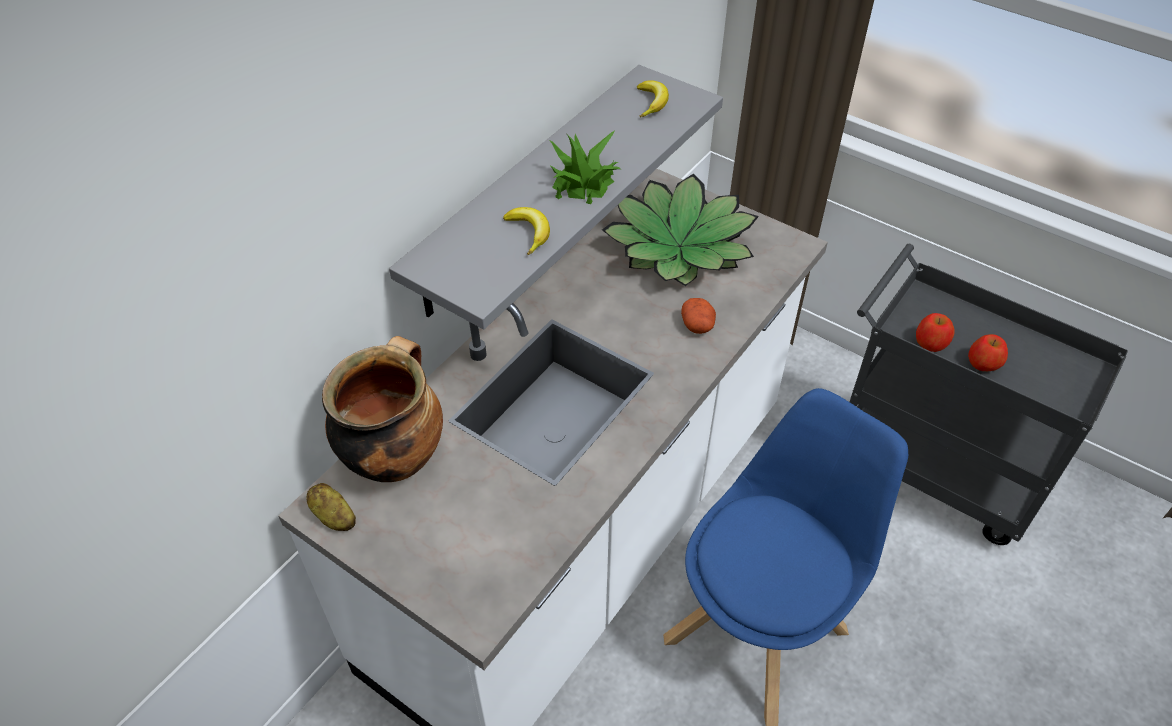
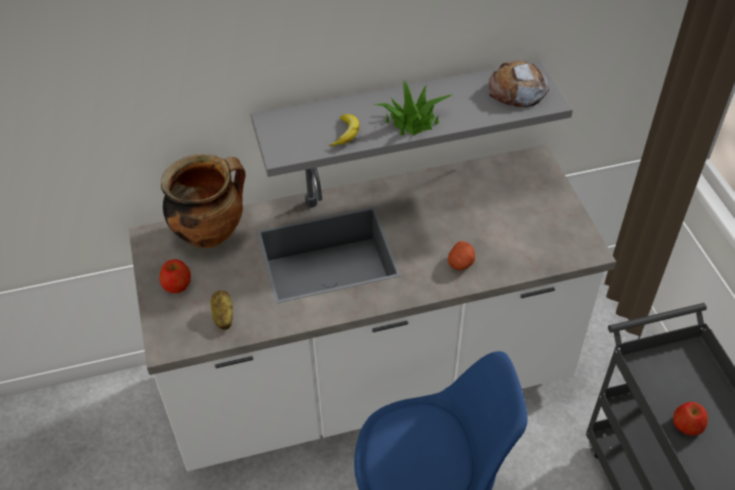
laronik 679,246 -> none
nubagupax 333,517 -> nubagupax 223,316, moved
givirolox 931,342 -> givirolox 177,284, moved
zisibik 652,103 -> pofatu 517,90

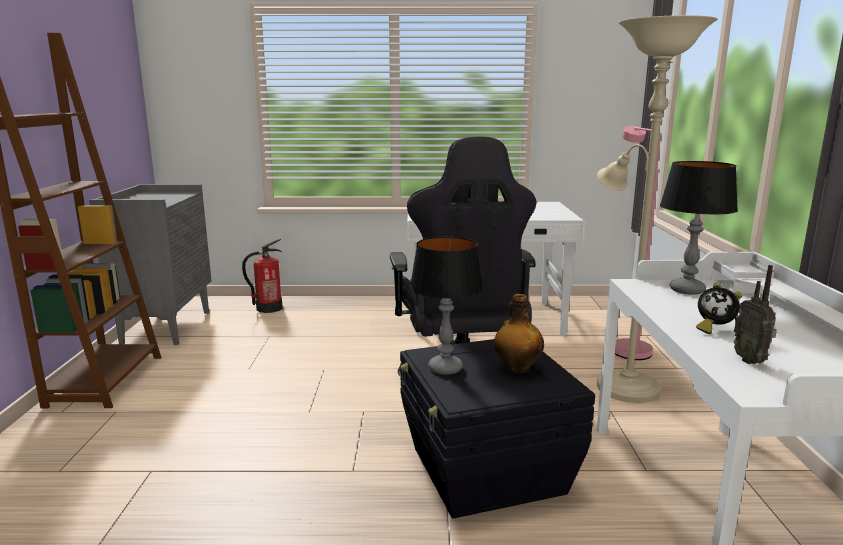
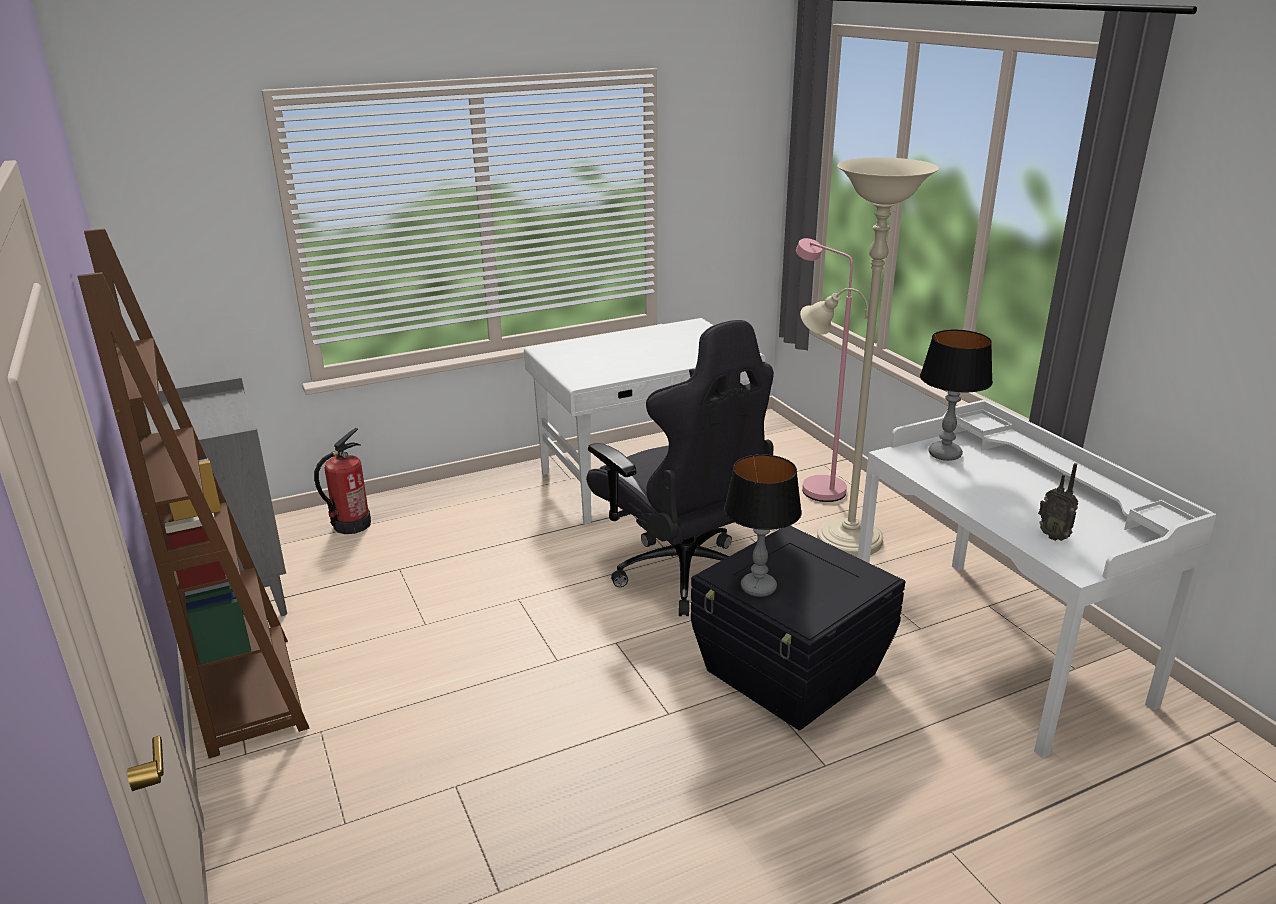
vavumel 517,368 -> none
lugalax 713,328 -> none

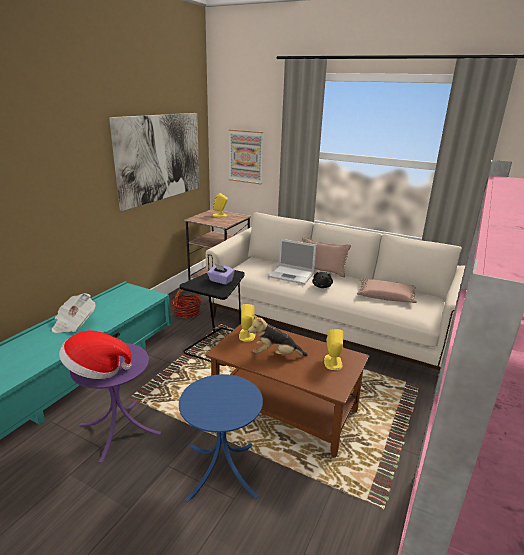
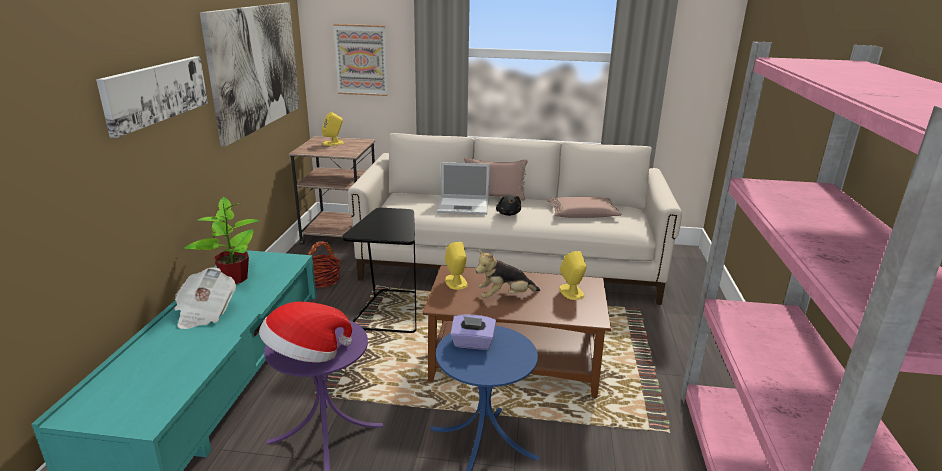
none -> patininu 156,92
none -> laronik 234,278
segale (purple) 220,281 -> segale (purple) 472,343, moved

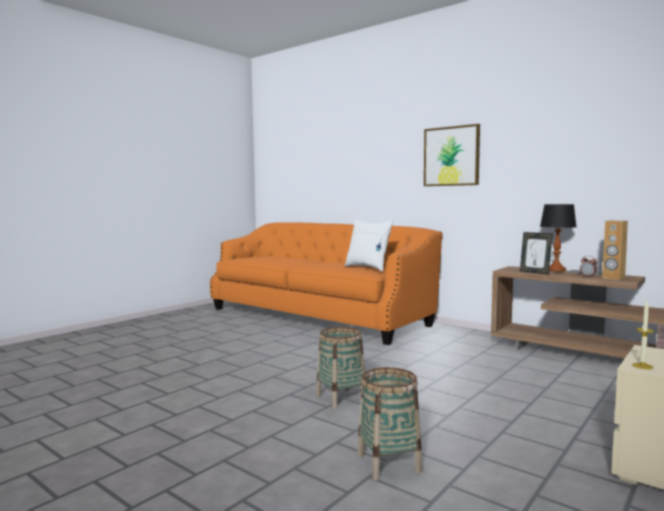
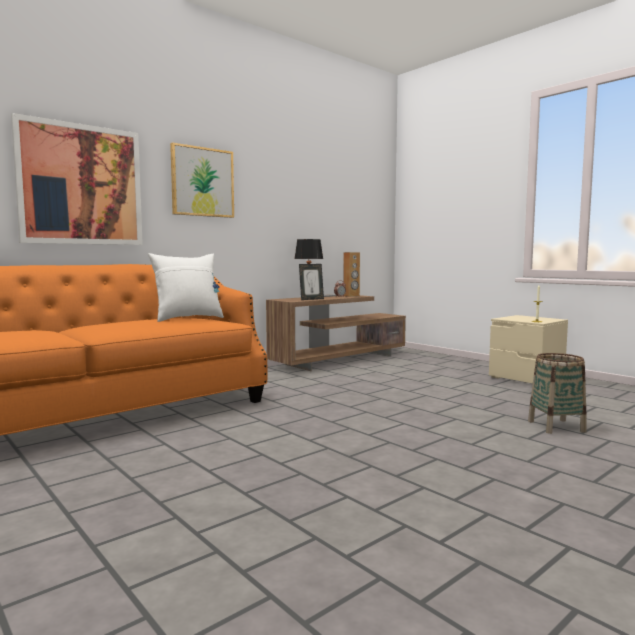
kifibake 341,398 -> none
none -> patininu 81,185

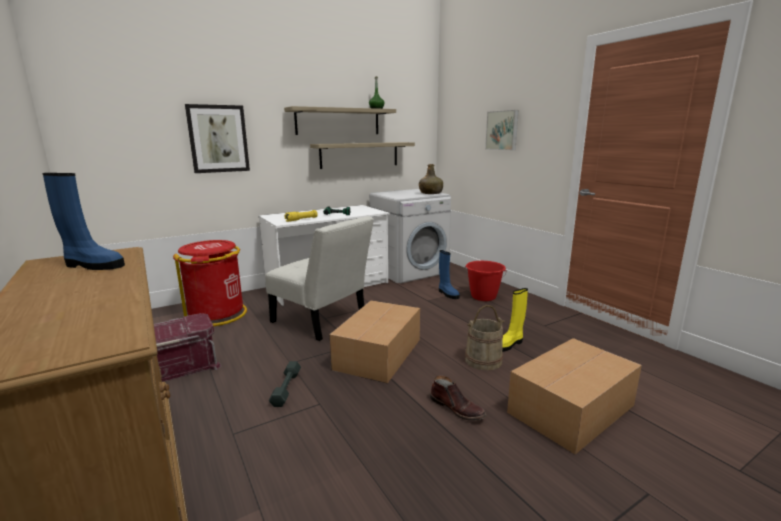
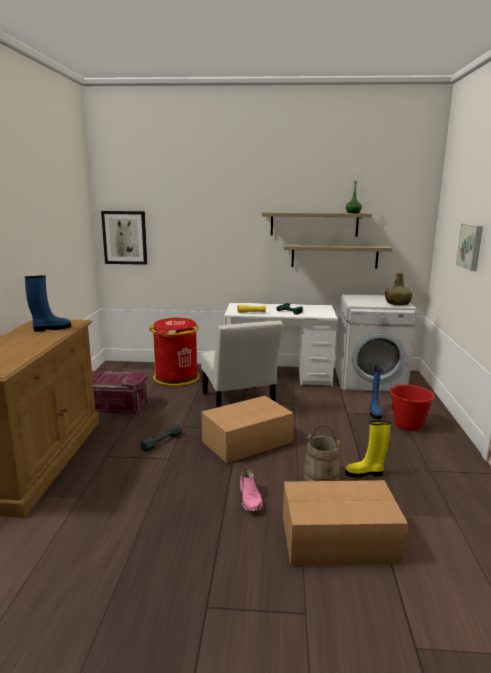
patininu 218,139 -> patininu 125,237, moved
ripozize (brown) 457,408 -> ripozize (pink) 250,499
ripozize (blue) 92,266 -> ripozize (blue) 51,328, 75 degrees counterclockwise

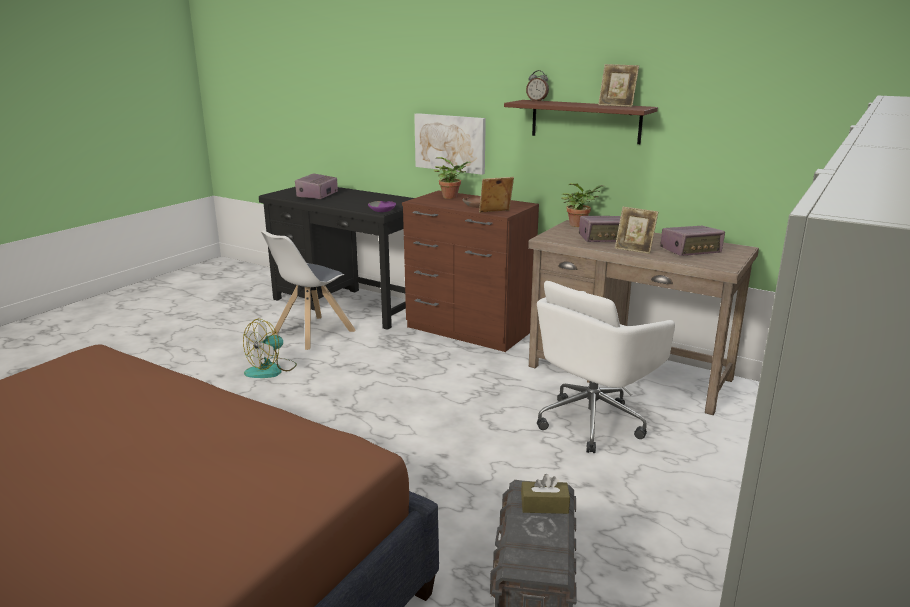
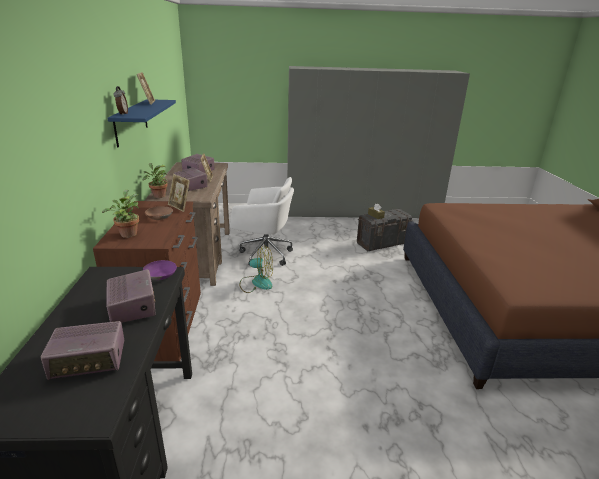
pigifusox 311,333 -> none
patininu 450,143 -> none
none -> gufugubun 133,306
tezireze 271,370 -> tezireze 256,283, moved
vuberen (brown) 585,121 -> vuberen (blue) 131,122

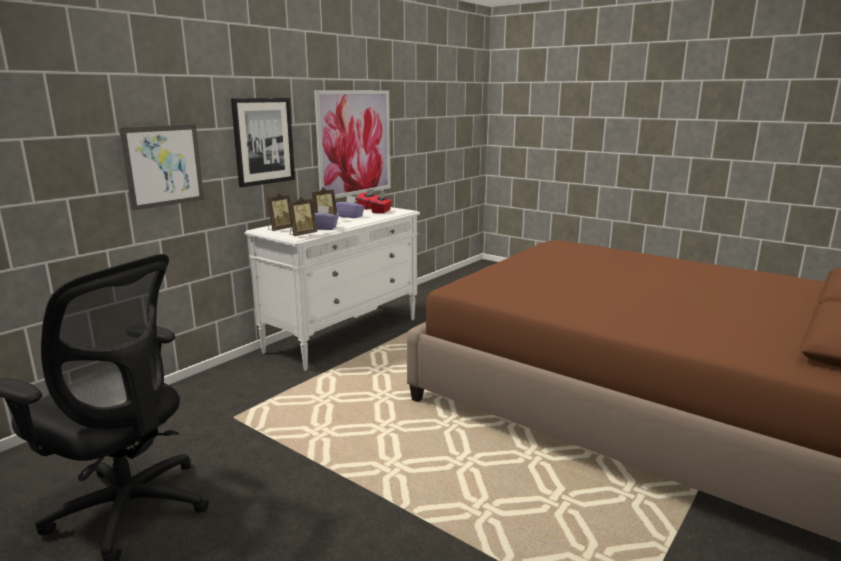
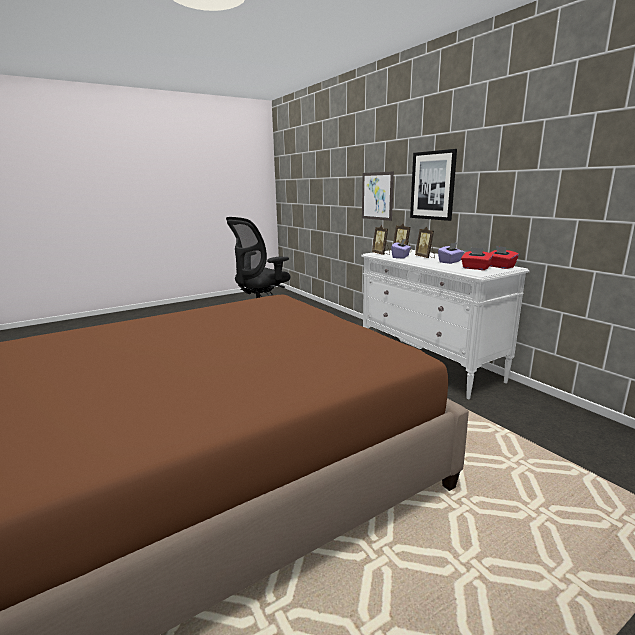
patininu 354,143 -> none

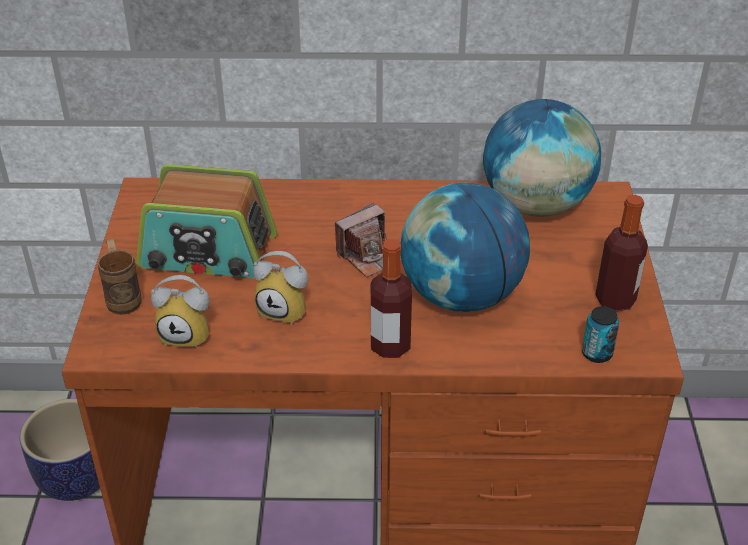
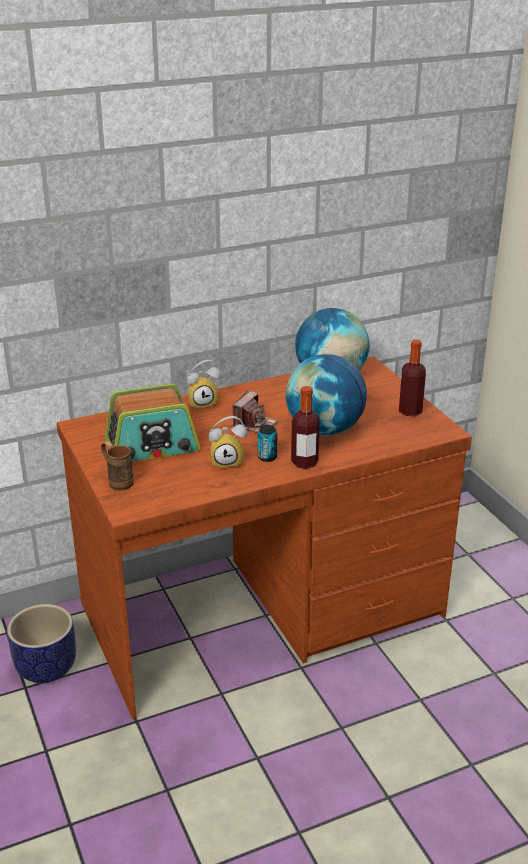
lugalax 188,334 -> lugalax 203,403, moved
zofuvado 597,353 -> zofuvado 267,457, moved

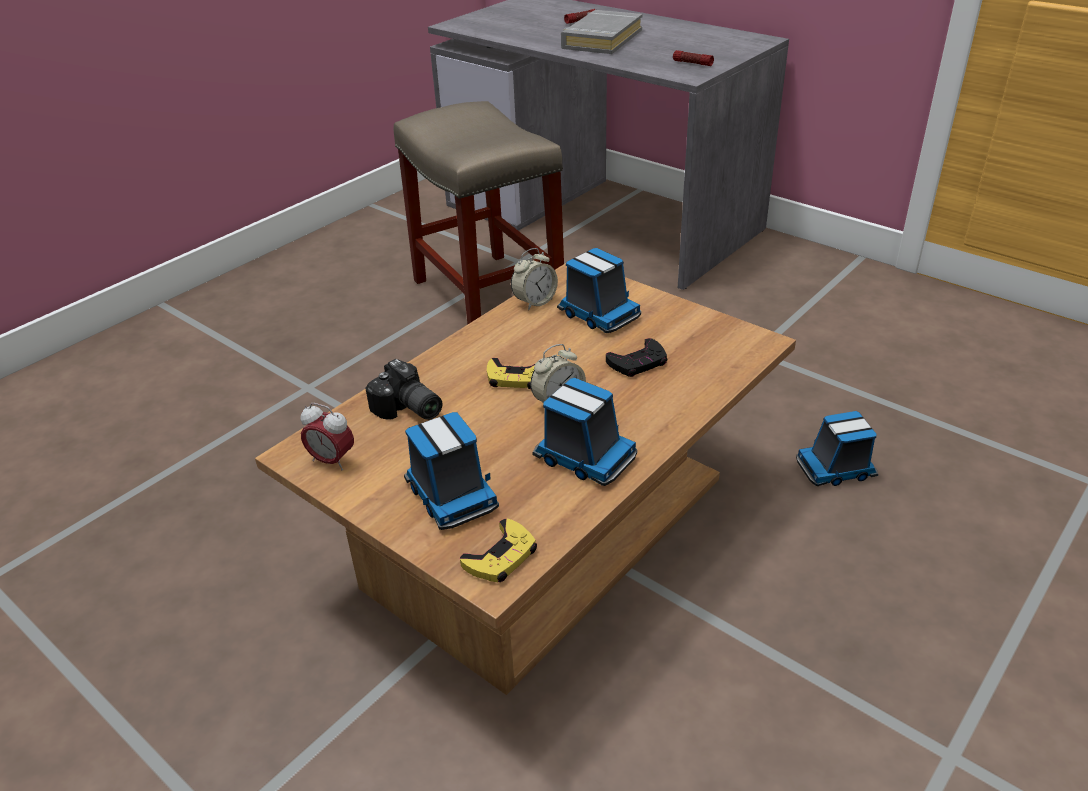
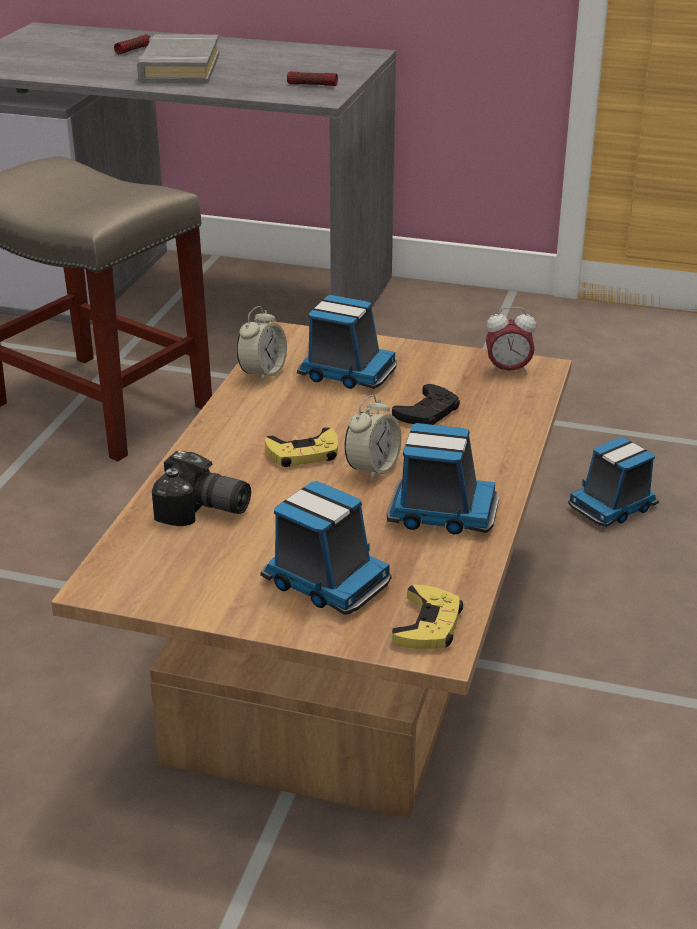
lugalax 332,461 -> lugalax 508,370, moved

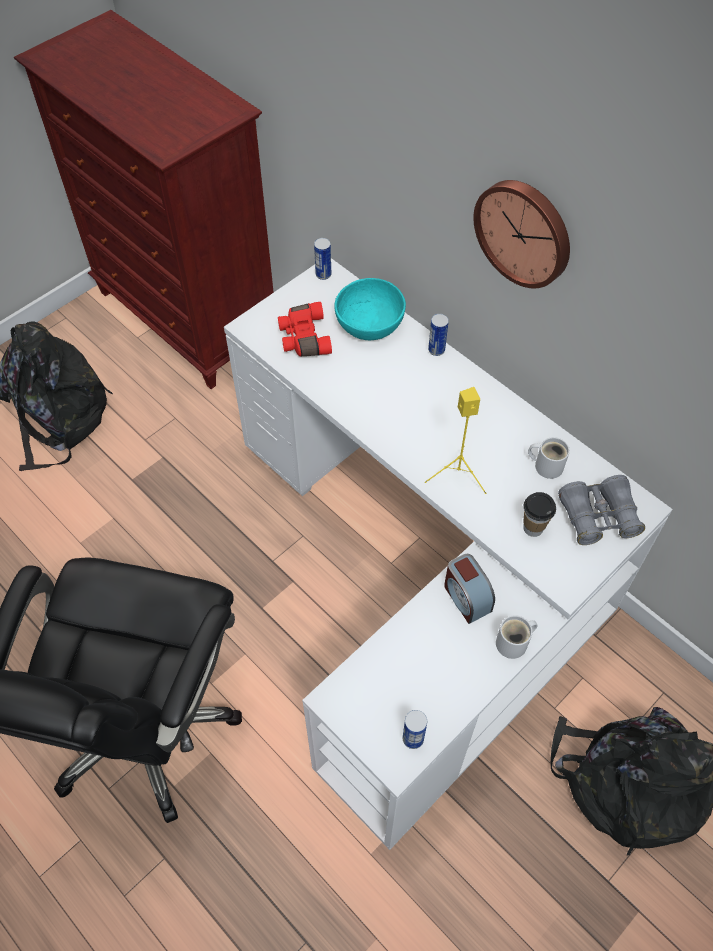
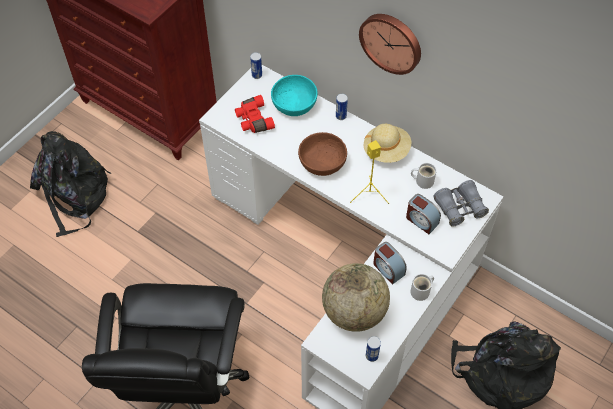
none -> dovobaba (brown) 322,162
none -> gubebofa 354,312
none -> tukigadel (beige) 386,150
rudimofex 533,528 -> lugalax 421,220

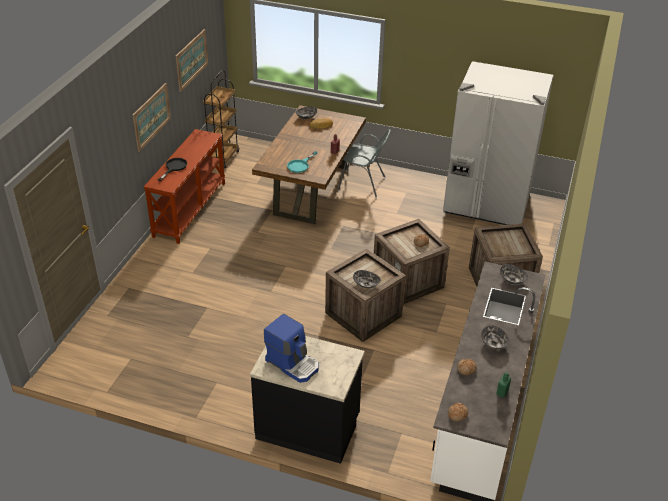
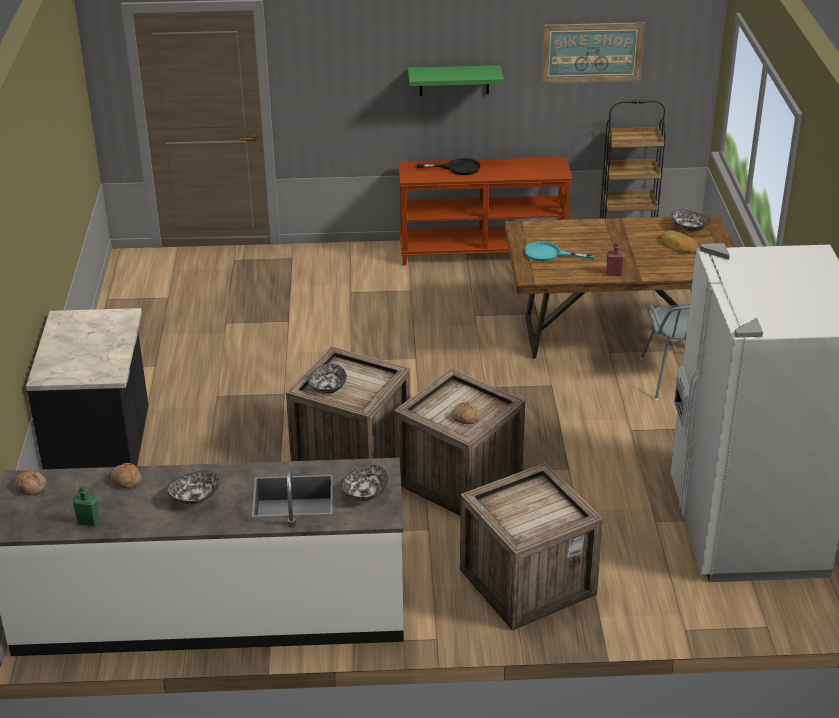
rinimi 293,363 -> none
patininu 151,116 -> vuberen (green) 454,80

